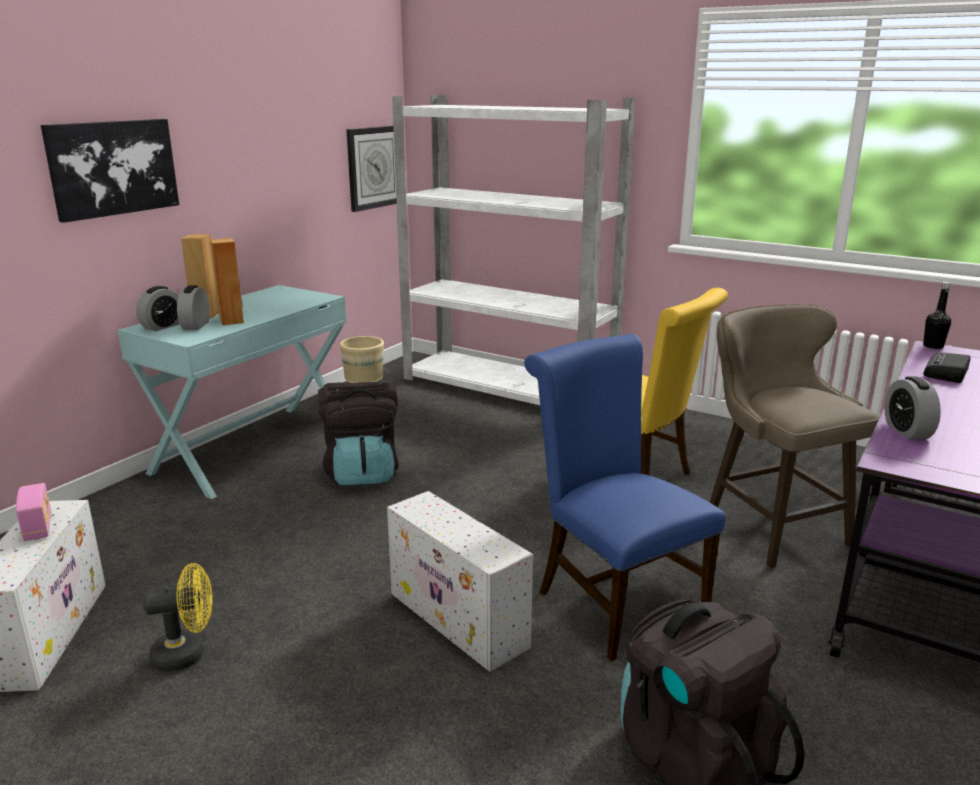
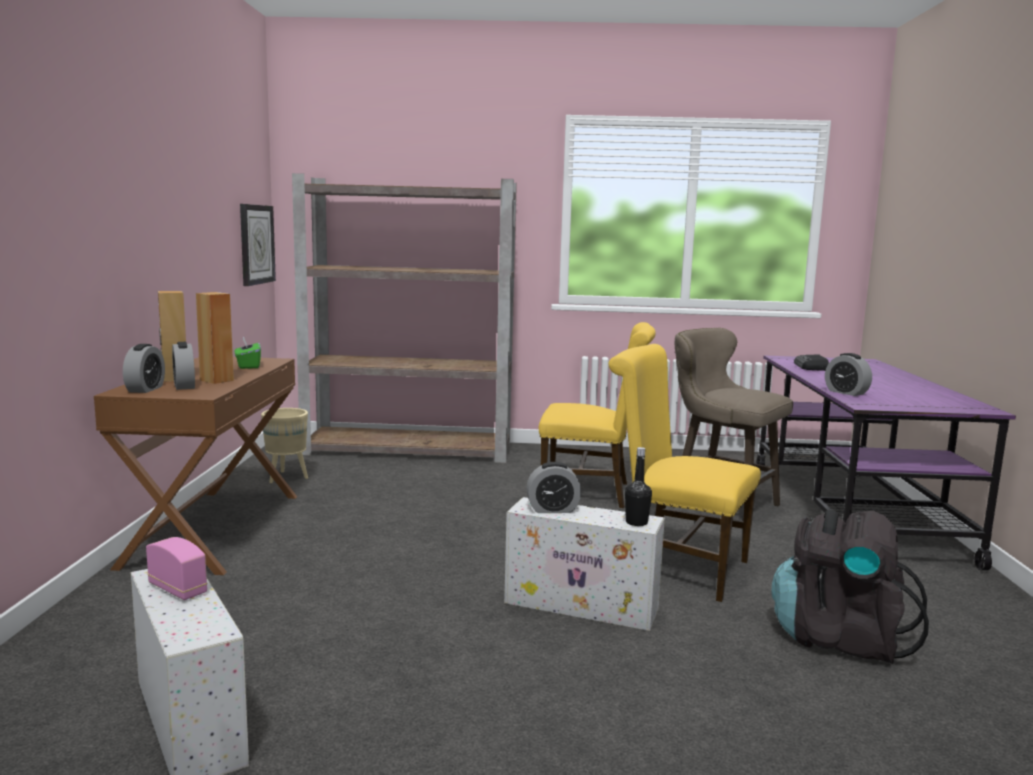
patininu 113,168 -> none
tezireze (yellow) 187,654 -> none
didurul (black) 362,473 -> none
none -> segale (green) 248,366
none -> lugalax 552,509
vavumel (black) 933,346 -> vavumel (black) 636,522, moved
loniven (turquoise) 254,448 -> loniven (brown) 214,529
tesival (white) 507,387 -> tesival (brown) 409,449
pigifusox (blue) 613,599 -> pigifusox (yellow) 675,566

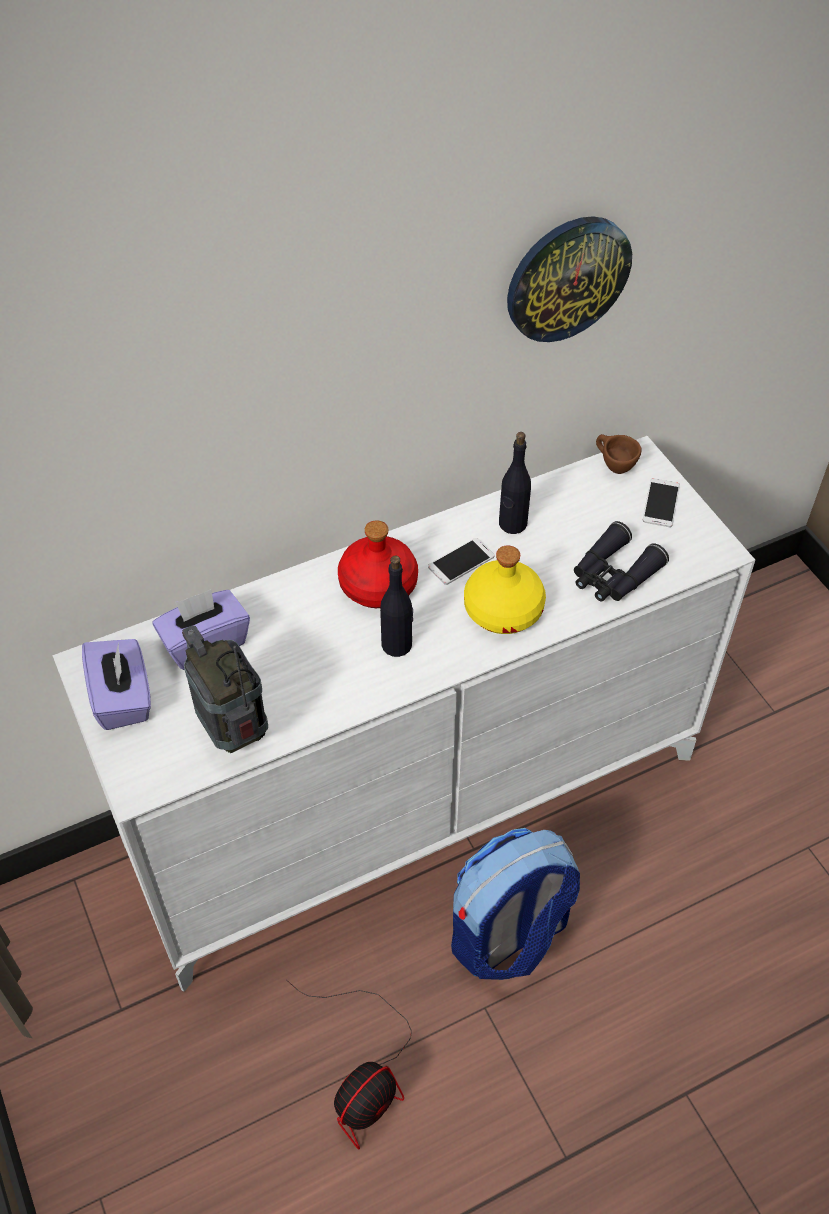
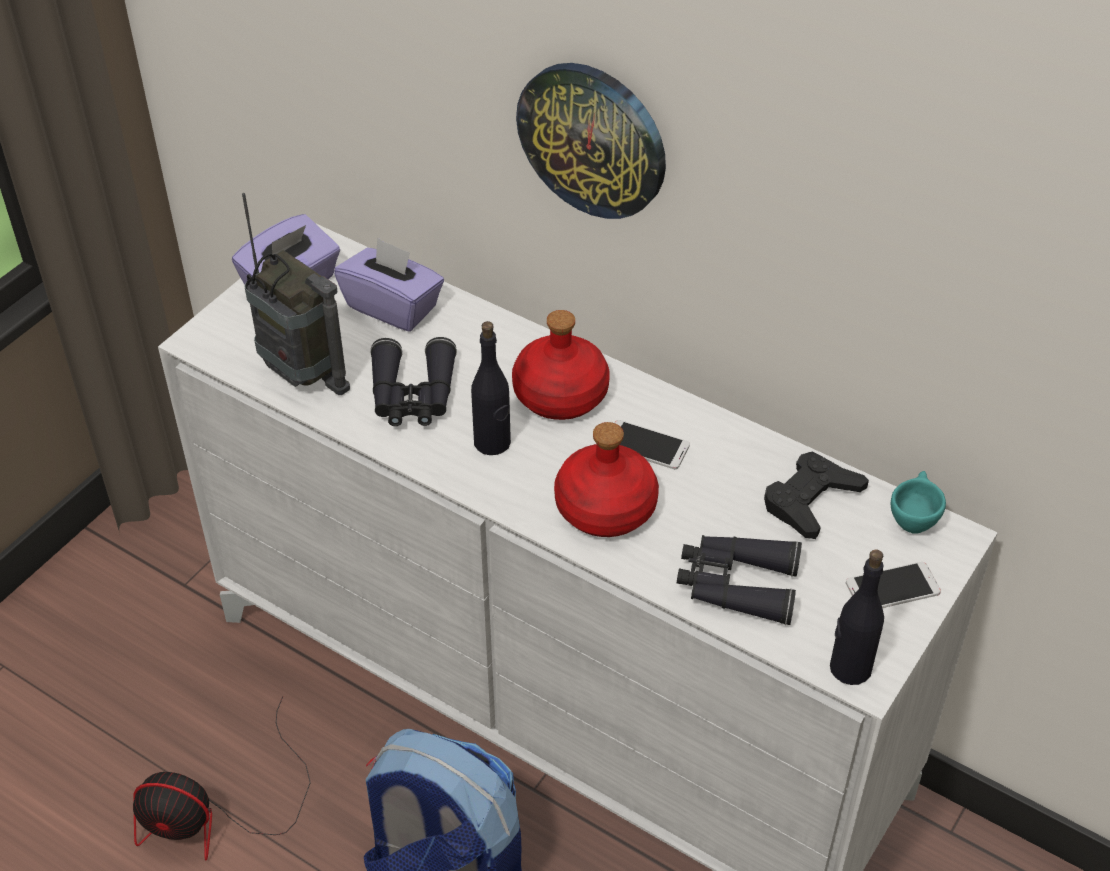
none -> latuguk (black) 412,396
none -> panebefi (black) 810,500
vavumel (black) 512,524 -> vavumel (black) 849,668, moved
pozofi 567,278 -> pozofi 593,139, moved
vavumel (yellow) 504,610 -> vavumel (red) 605,509
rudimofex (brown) 613,466 -> rudimofex (turquoise) 912,519
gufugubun 234,732 -> gufugubun 302,373, 105 degrees clockwise

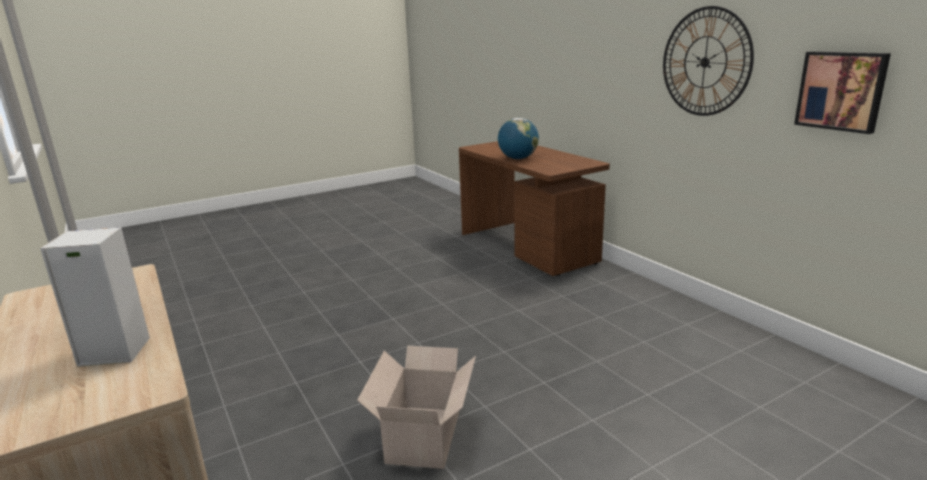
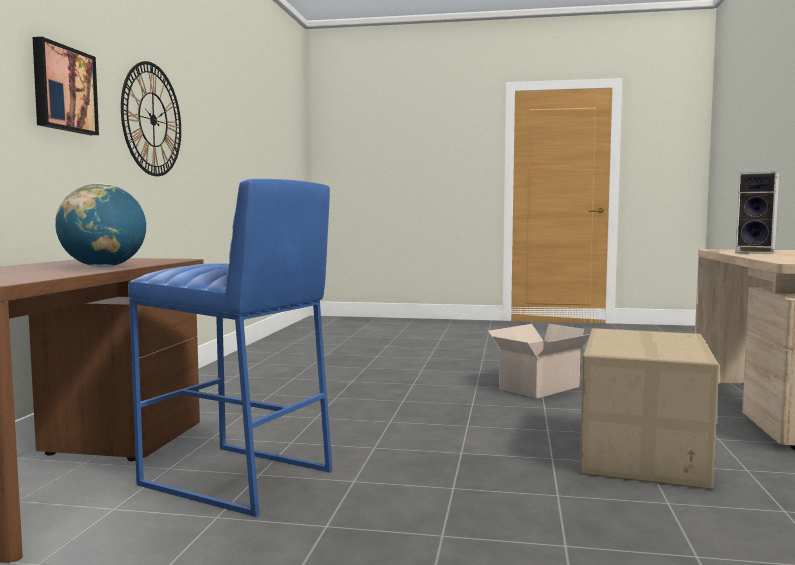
none -> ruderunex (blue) 237,478
none -> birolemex 644,454
patininu 841,91 -> patininu 63,89, moved

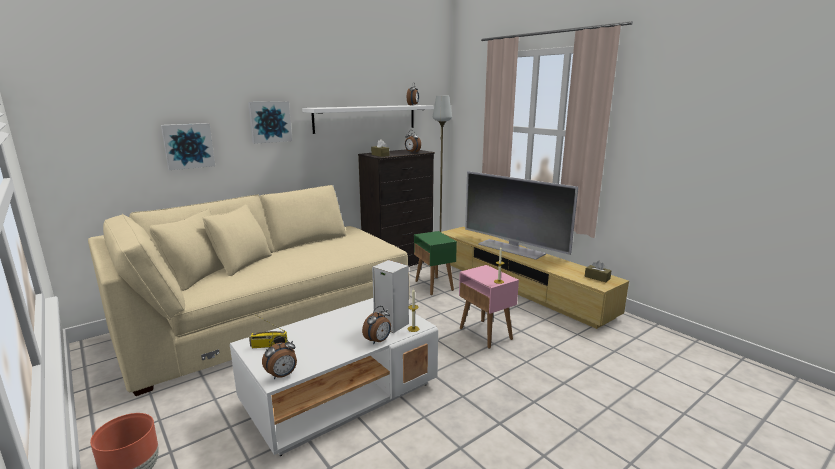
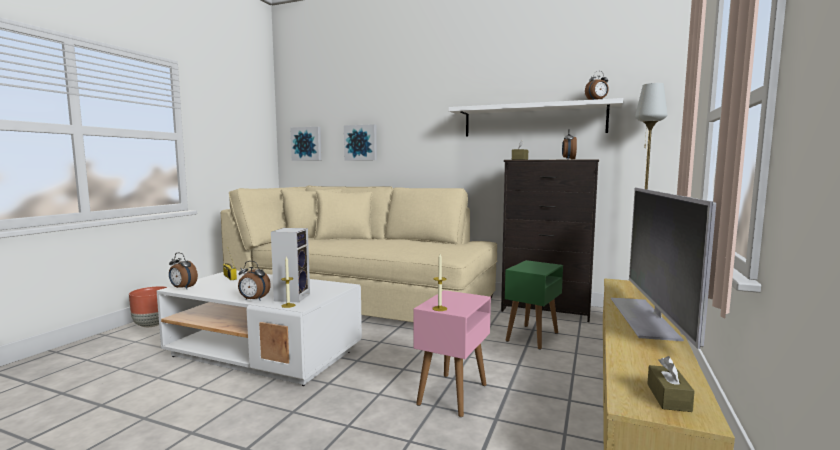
patininu 269,122 -> patininu 307,144, moved

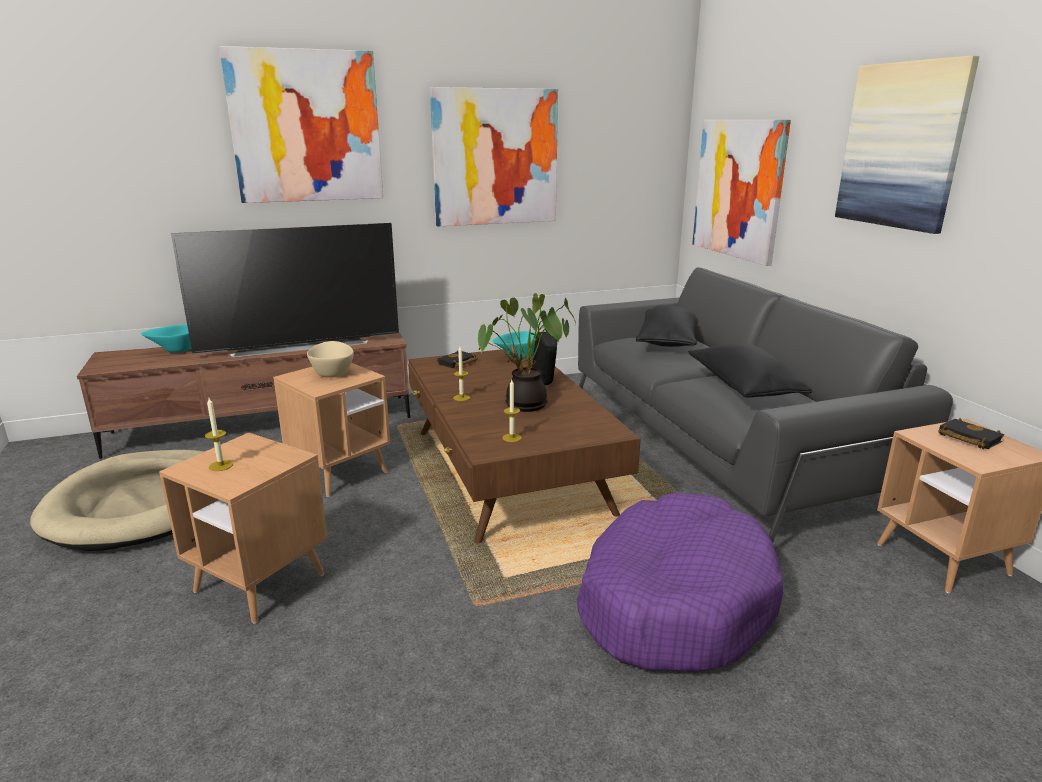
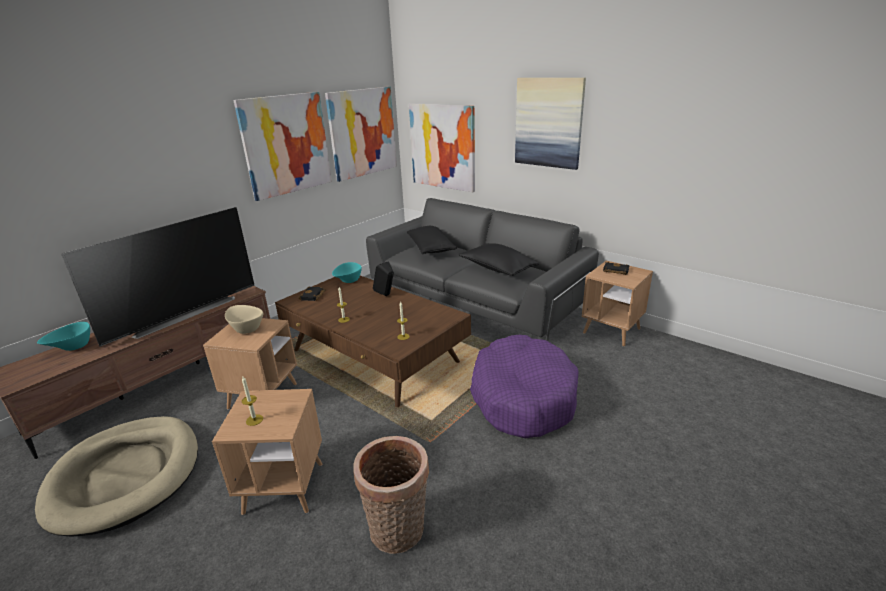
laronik 524,406 -> none
none -> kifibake 398,533
patininu 306,127 -> patininu 362,133, moved

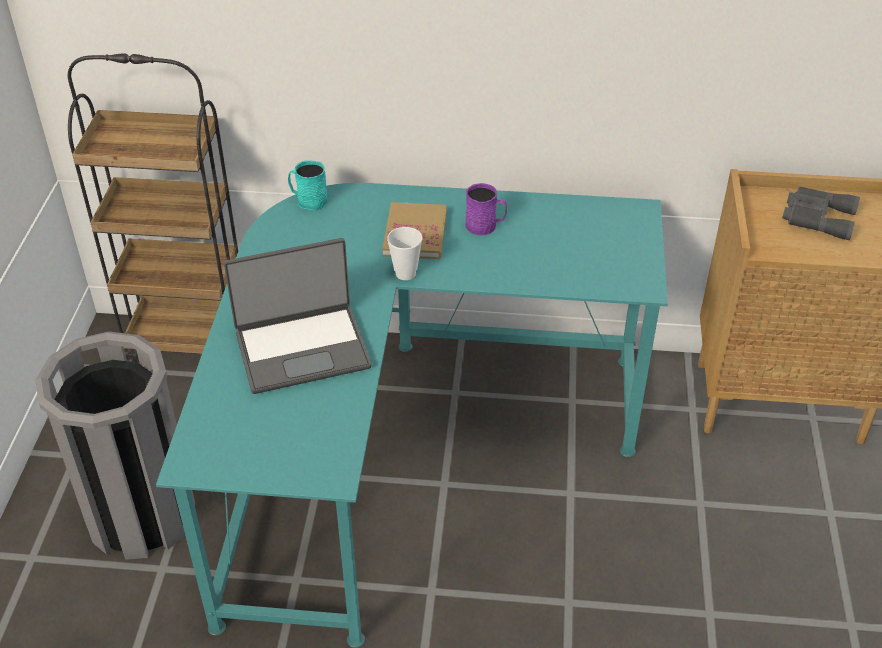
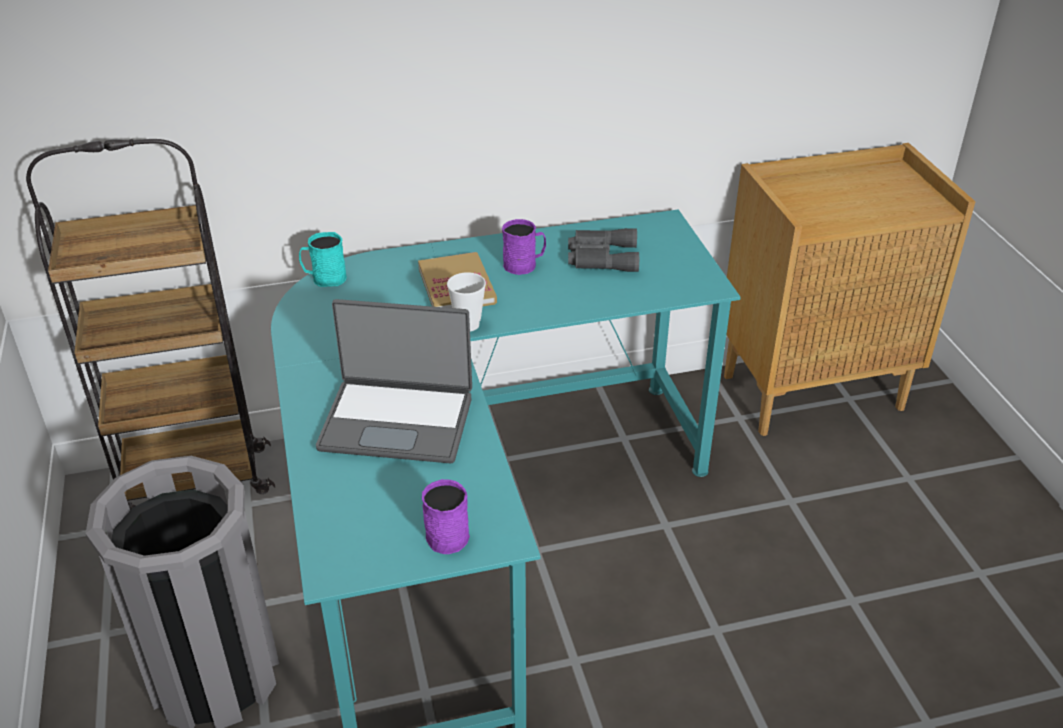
none -> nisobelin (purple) 445,532
latuguk (grey) 816,217 -> latuguk (grey) 600,257, moved
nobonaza 302,348 -> nobonaza 397,421, 45 degrees clockwise

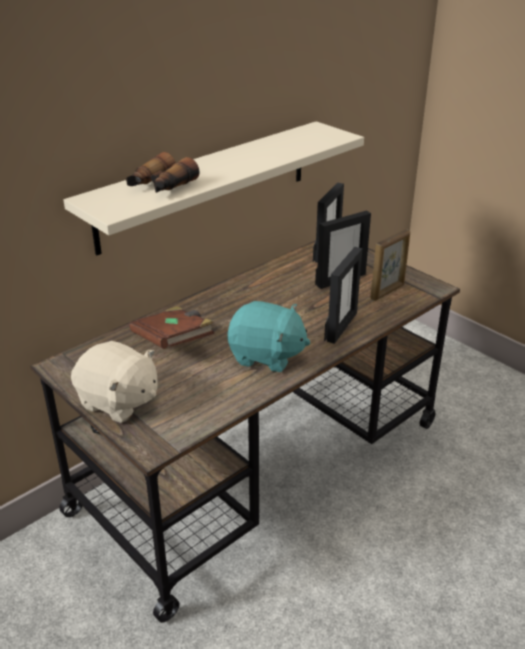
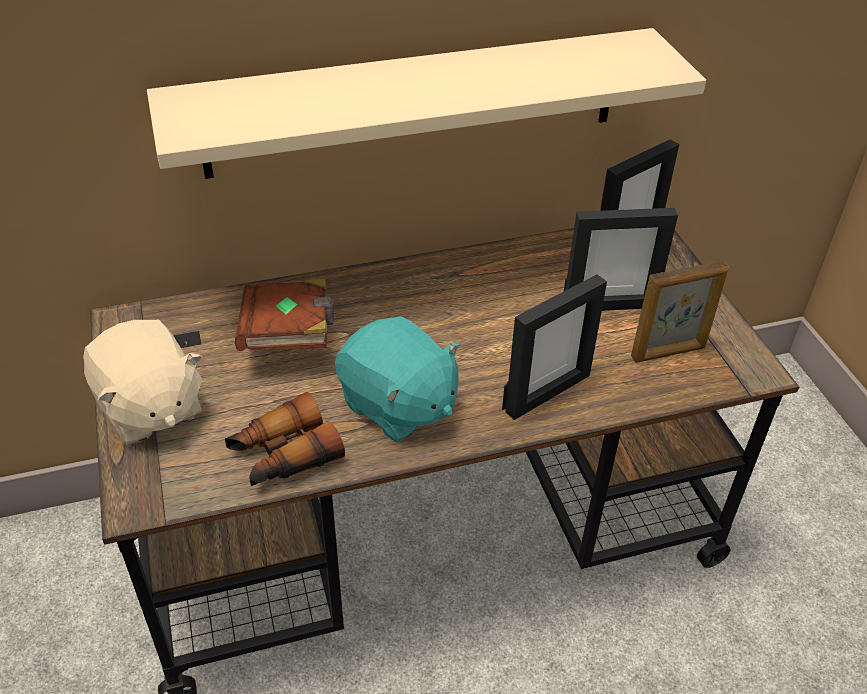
latuguk 161,186 -> latuguk 283,455, moved

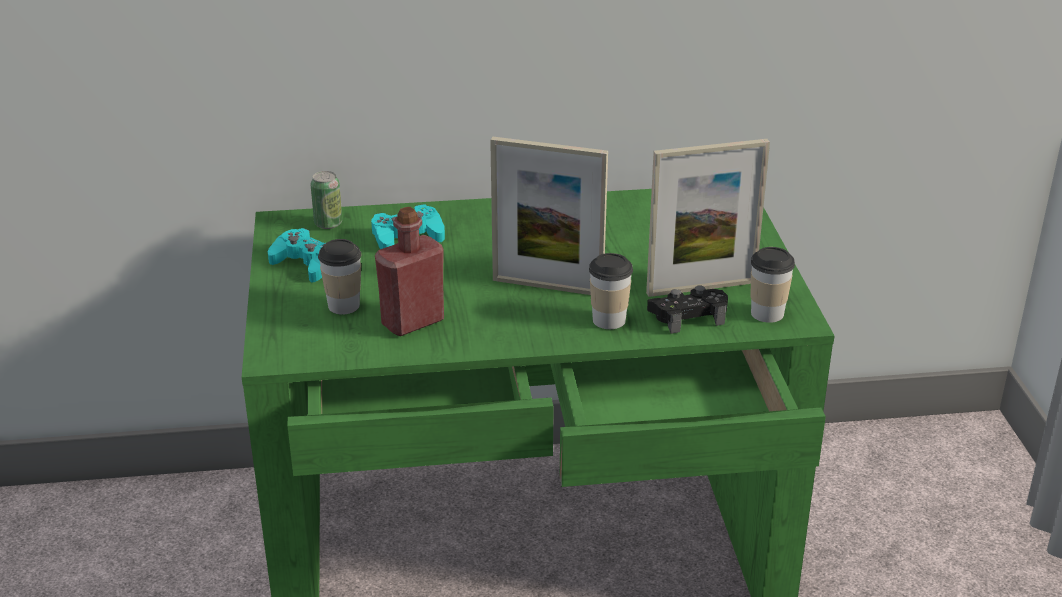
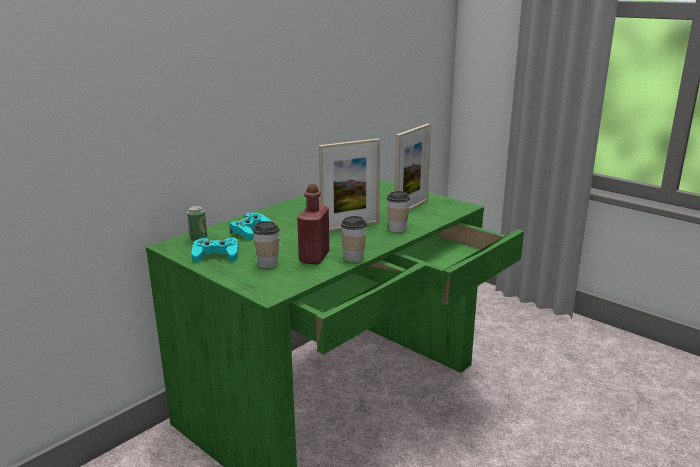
panebefi (black) 688,316 -> none
rudimofex 767,313 -> rudimofex 353,258, moved

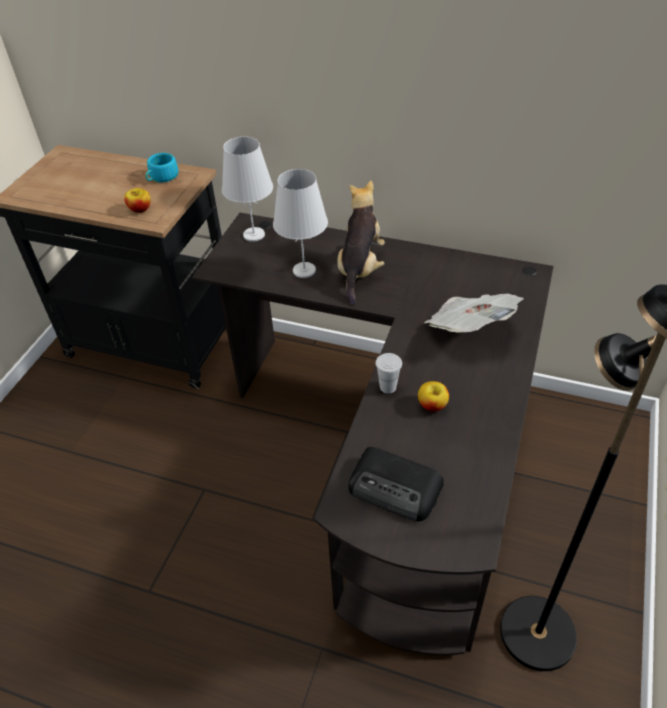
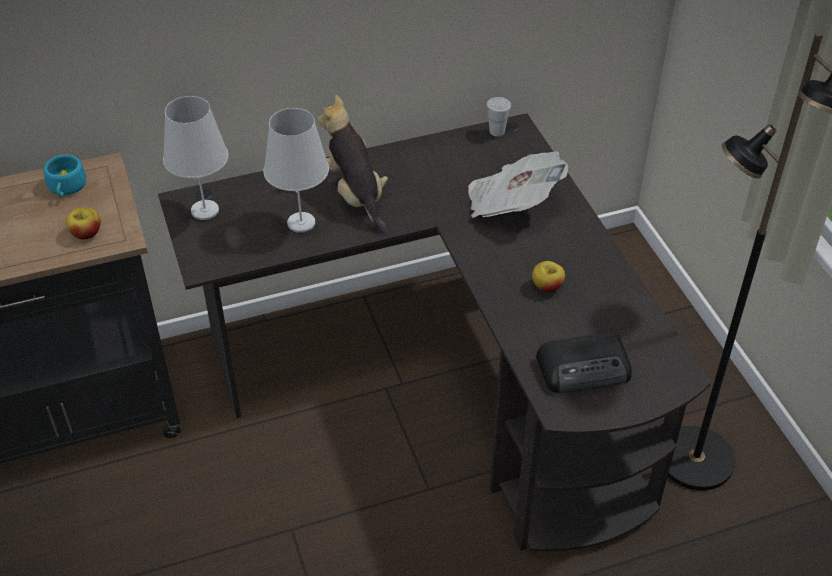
rudimofex (white) 388,387 -> rudimofex (white) 497,131, moved

